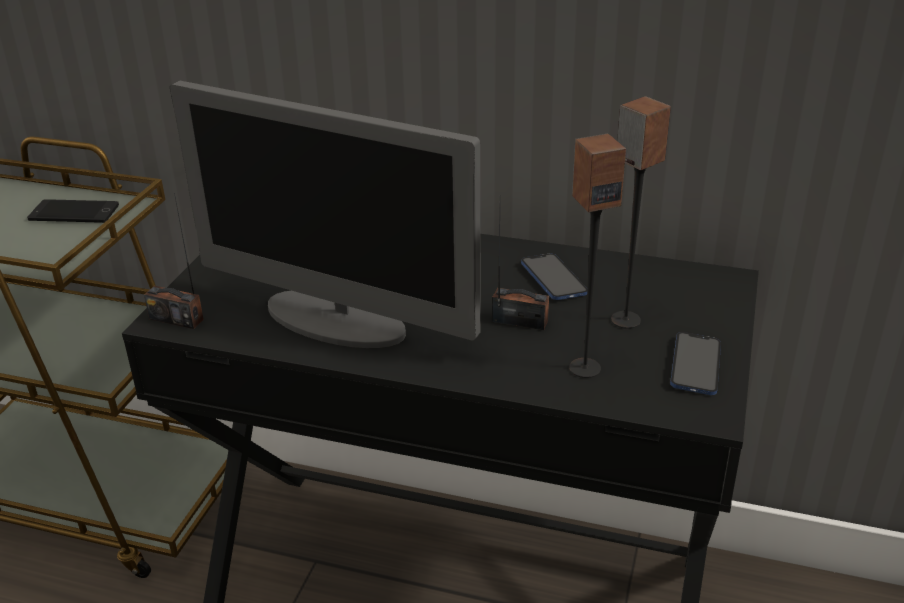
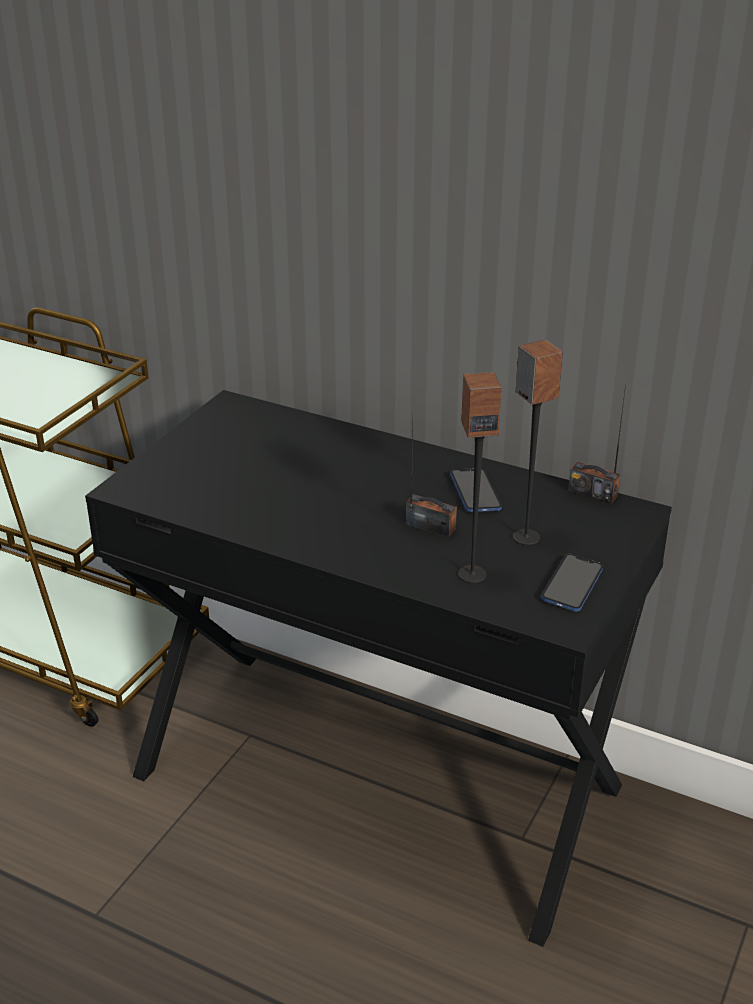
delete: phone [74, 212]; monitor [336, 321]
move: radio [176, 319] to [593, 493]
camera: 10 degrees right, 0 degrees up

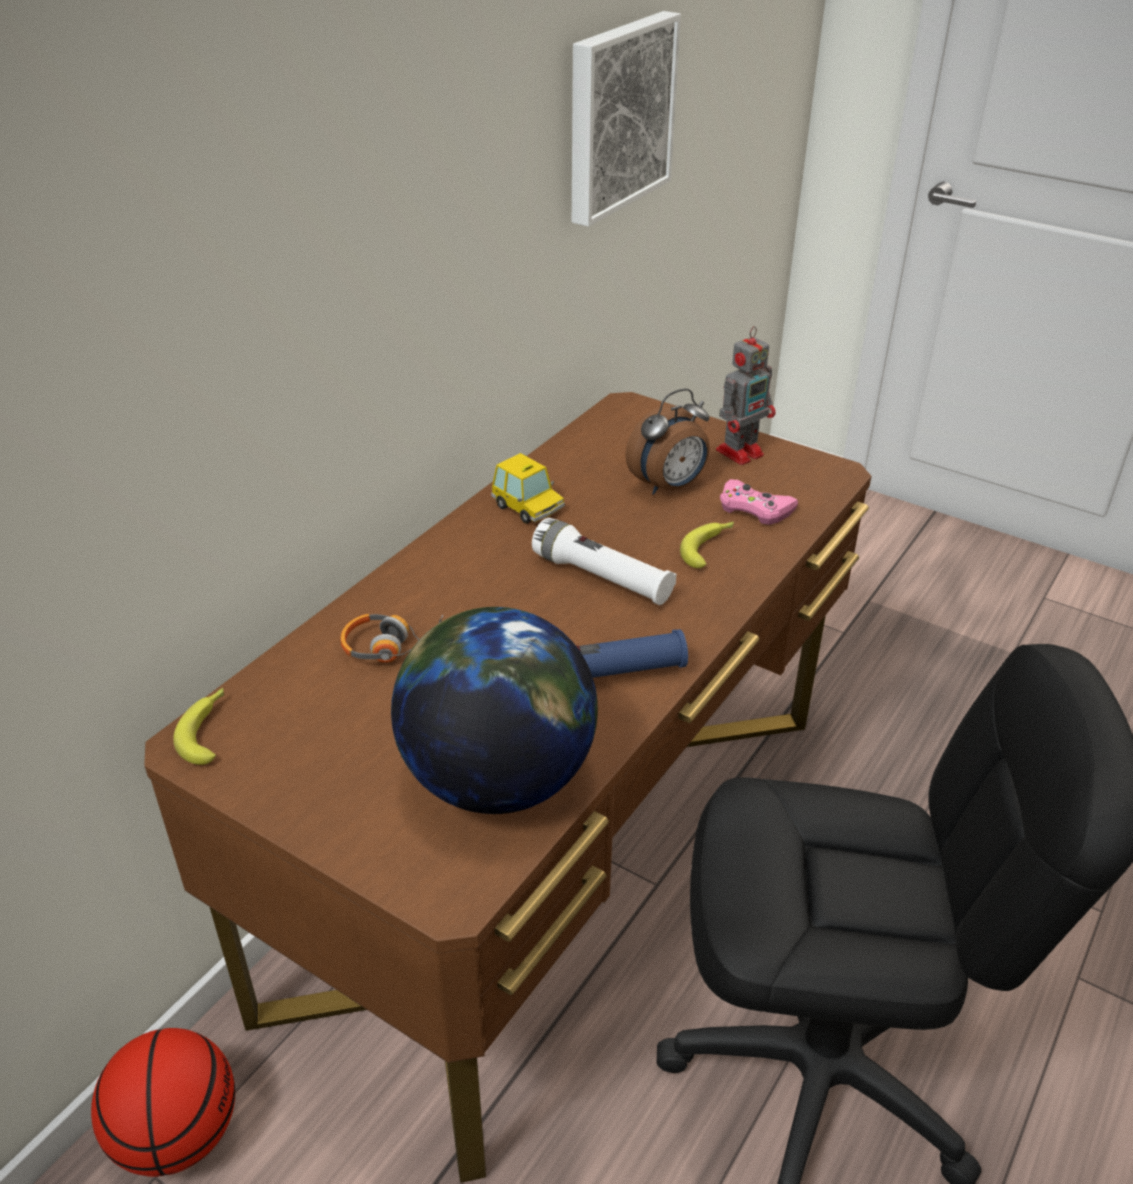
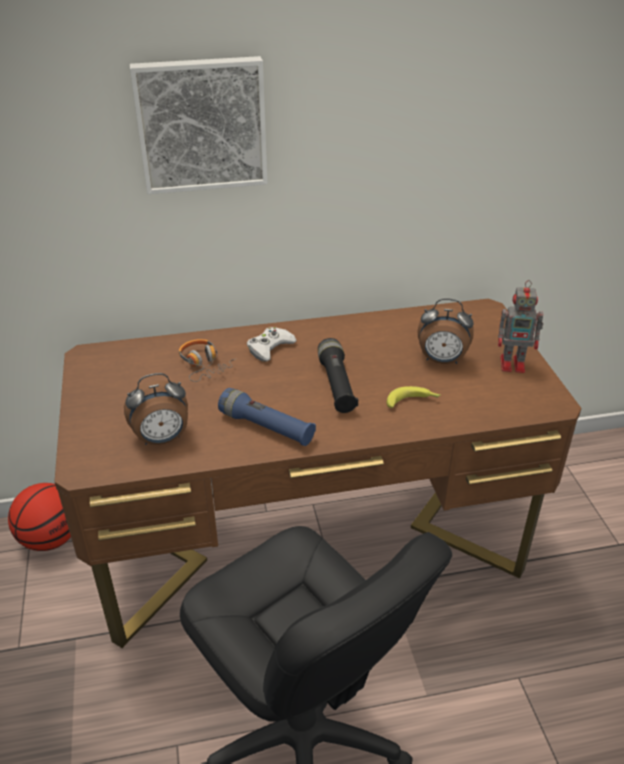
delete: banana [208, 731]; toy car [528, 507]; pink game controller [754, 508]
insert: white game controller [270, 348]
move: picture [617, 116] to [201, 124]
replace: globe [497, 779] to alarm clock [162, 439]
recolor: white flashlight [602, 578] to black flashlight [336, 385]
camera: 45 degrees right, 0 degrees up

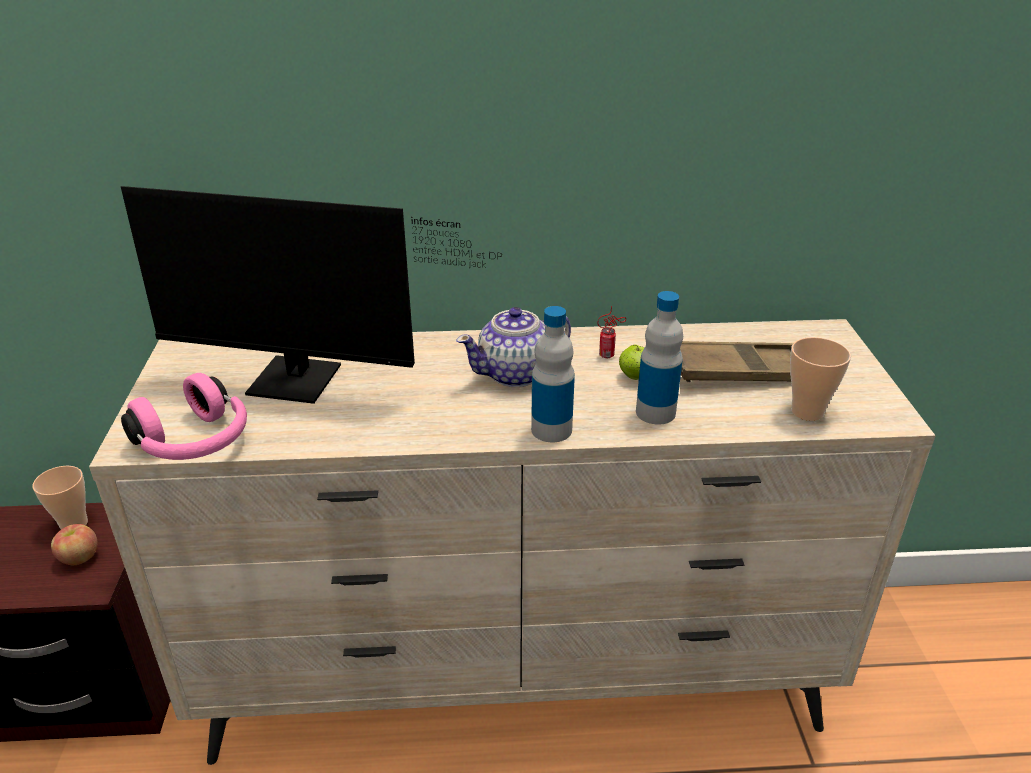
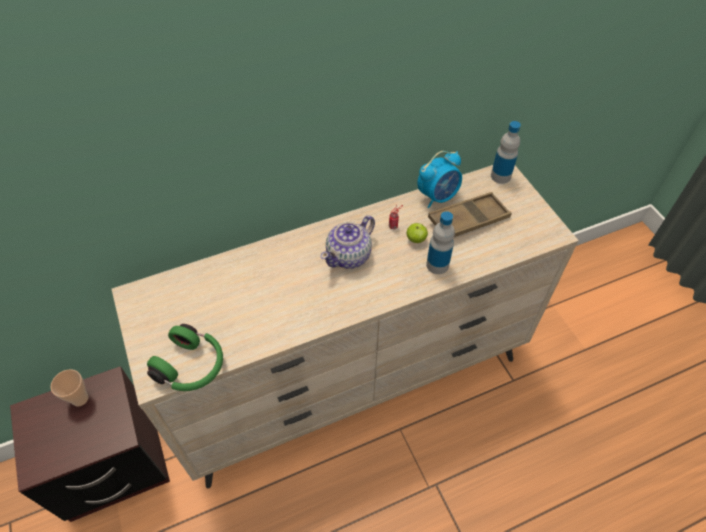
delete: apple [79, 558]; monitor [305, 383]; cup [807, 412]
insert: alarm clock [438, 196]
move: bottle [551, 430] to [500, 176]
recolor: pink headphones [195, 443] to green headphones [192, 367]
camera: 20 degrees left, 20 degrees up

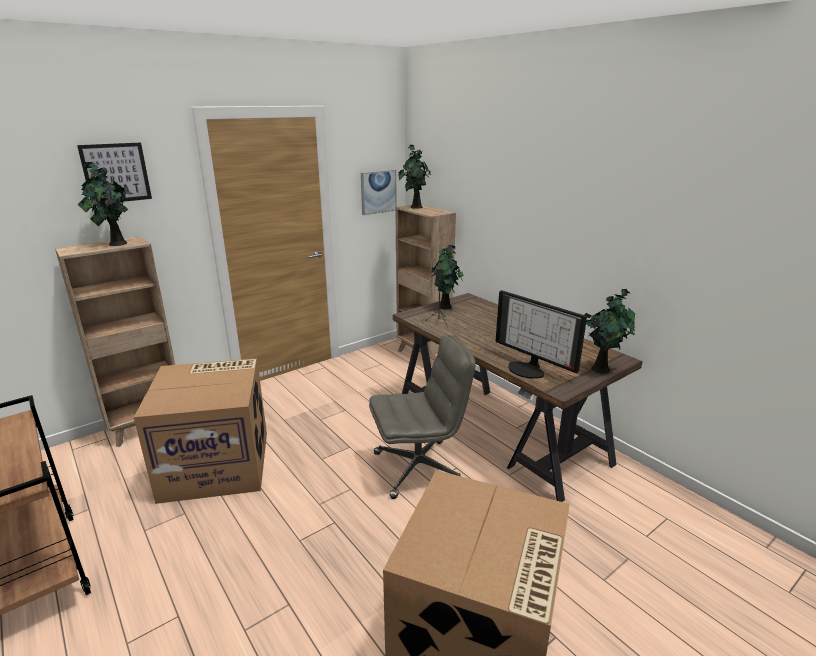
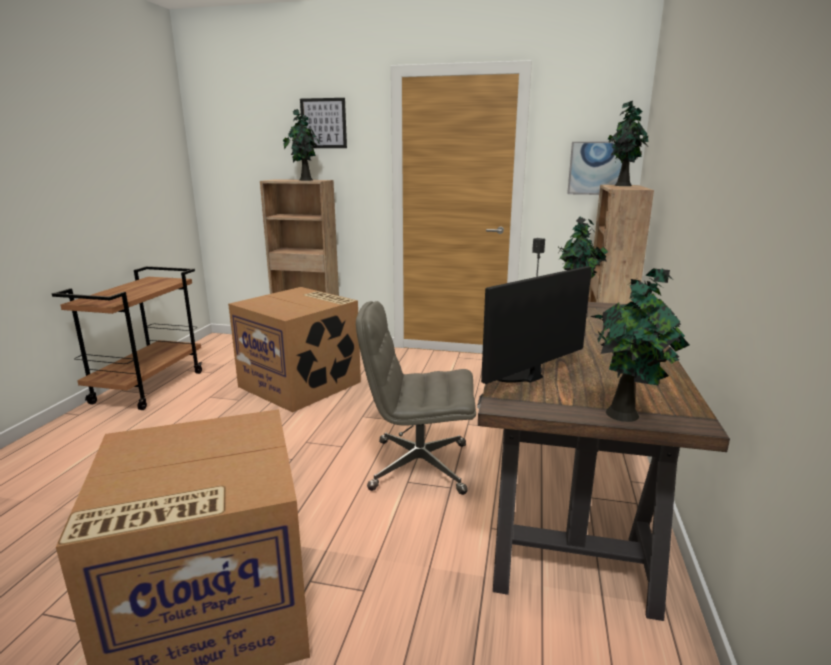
rotate: grey office chair [419, 468] = [418, 466] 150 degrees clockwise; monitor [528, 369] = [522, 375] 45 degrees clockwise
camera: 50 degrees right, 5 degrees down

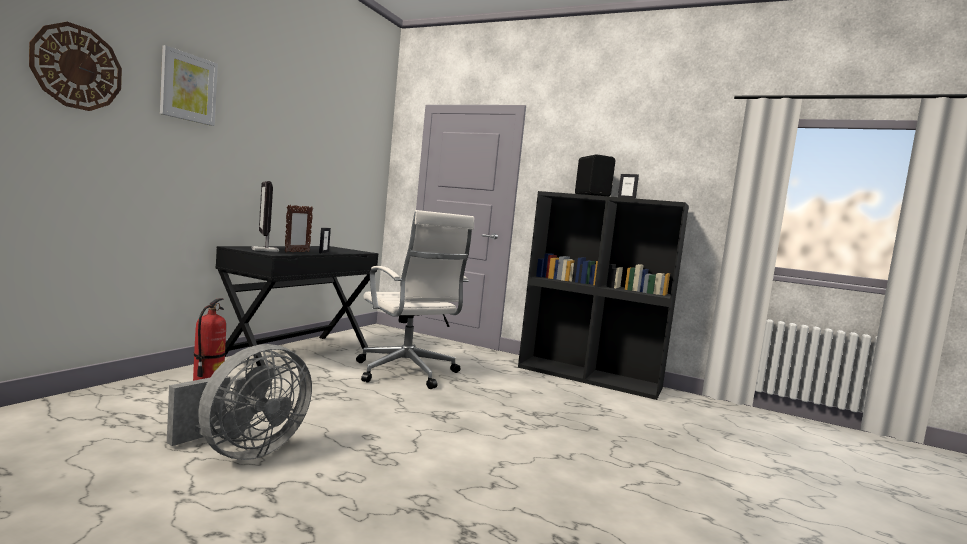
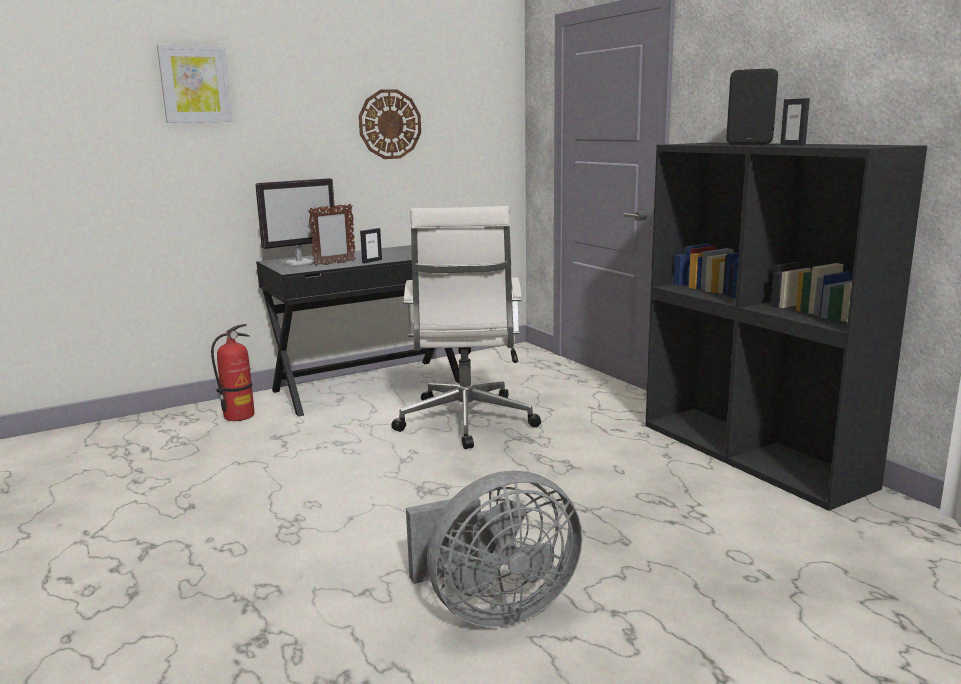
move: wall clock [77, 67] to [390, 124]; grey fan [243, 451] to [493, 609]
rotate: monitor [265, 250] = [300, 263] 135 degrees counterclockwise
camera: 35 degrees right, 10 degrees up

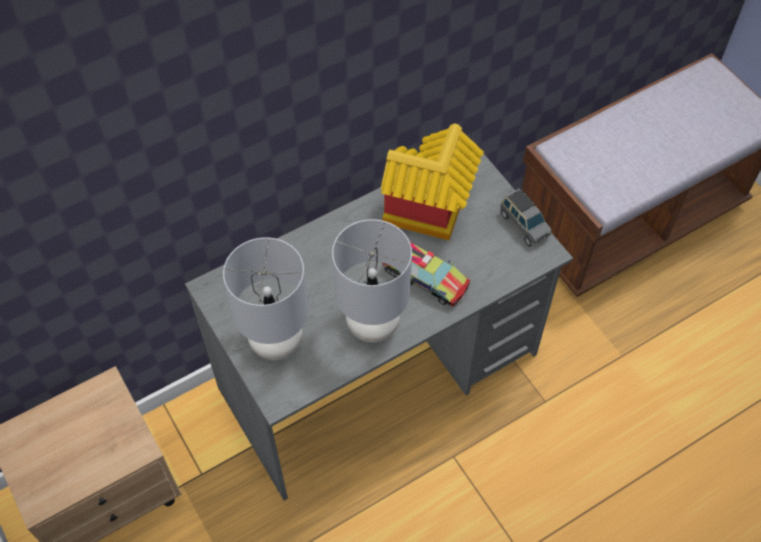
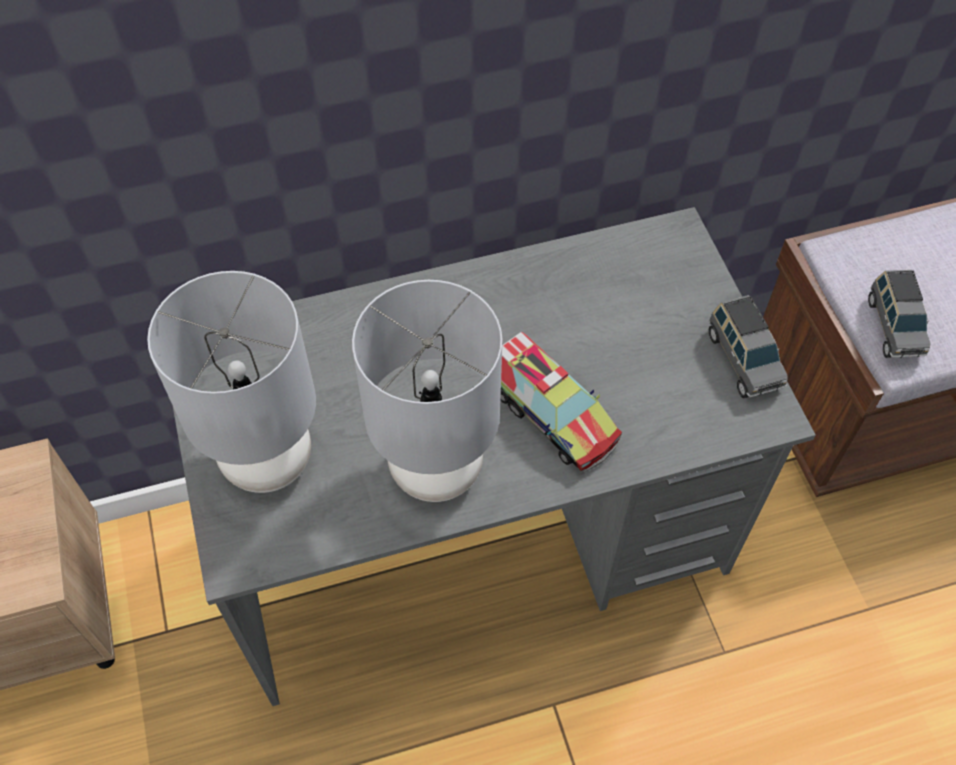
delete: toy house [428, 214]
insert: grey toy car [893, 326]
camera: 15 degrees right, 0 degrees up

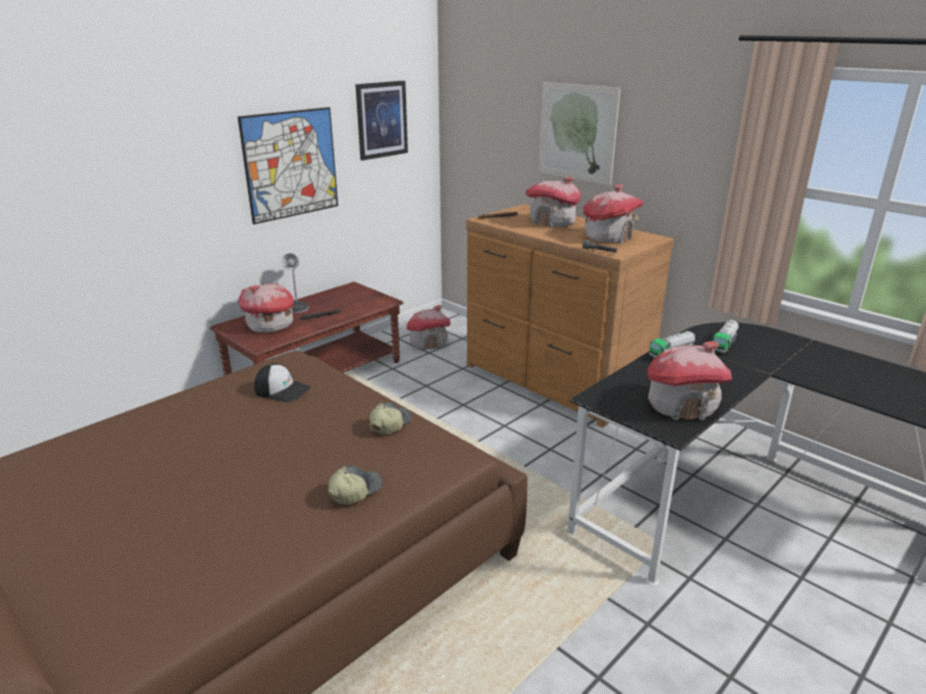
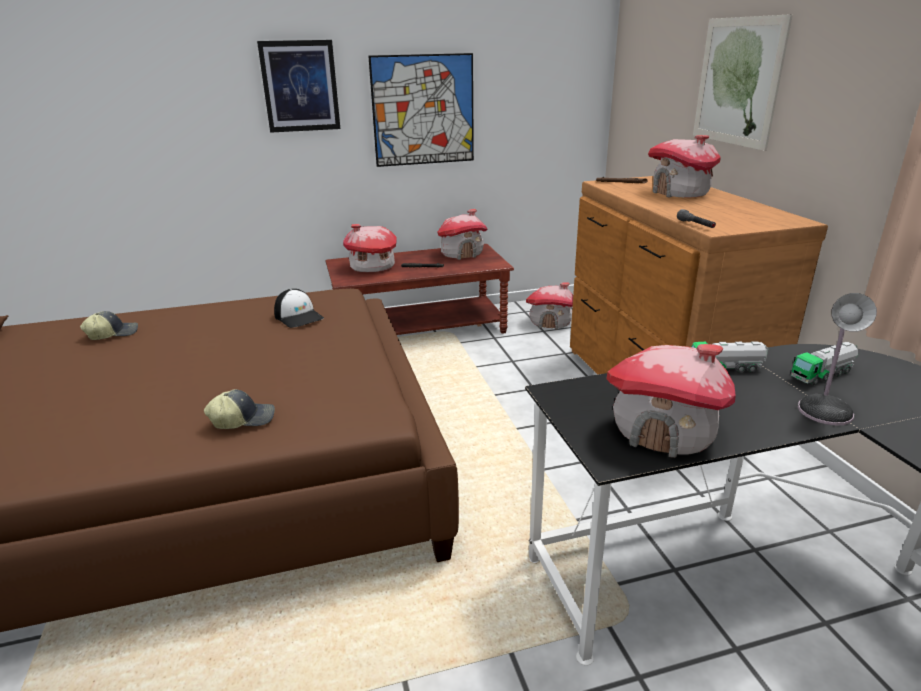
move: cap [390, 424] to [113, 334]; picture [382, 120] to [300, 86]; toy house [608, 237] to [462, 253]; table lamp [297, 308] to [825, 410]
camera: 30 degrees right, 0 degrees up

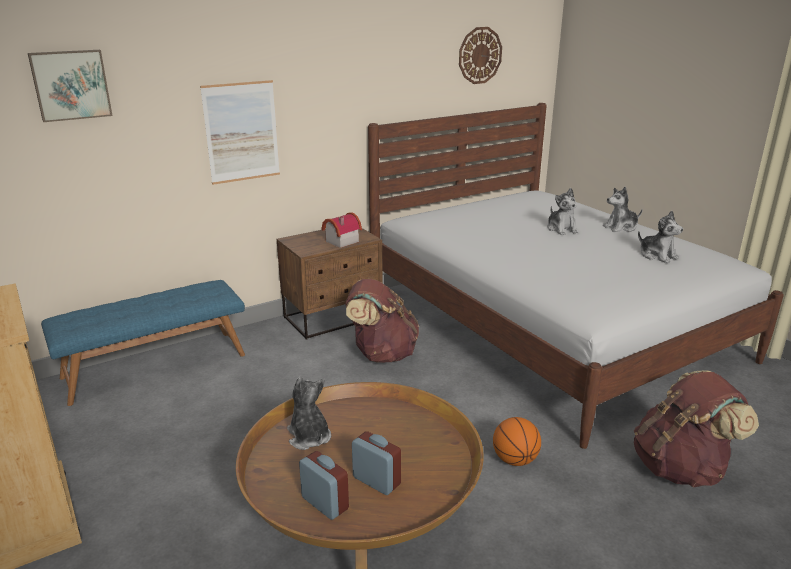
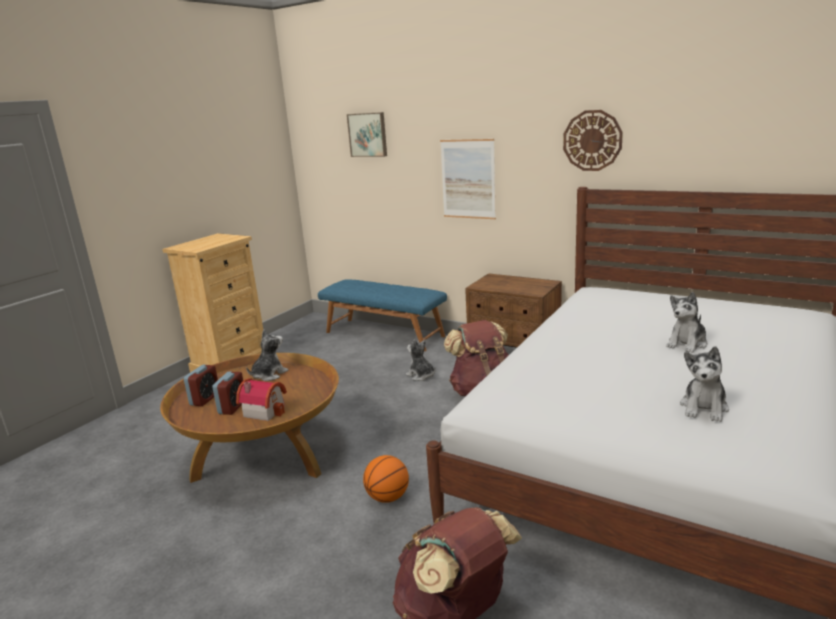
move: toy house [340, 241] to [264, 410]; plush toy [621, 227] to [421, 375]; wall clock [480, 55] to [592, 140]
camera: 65 degrees right, 5 degrees down

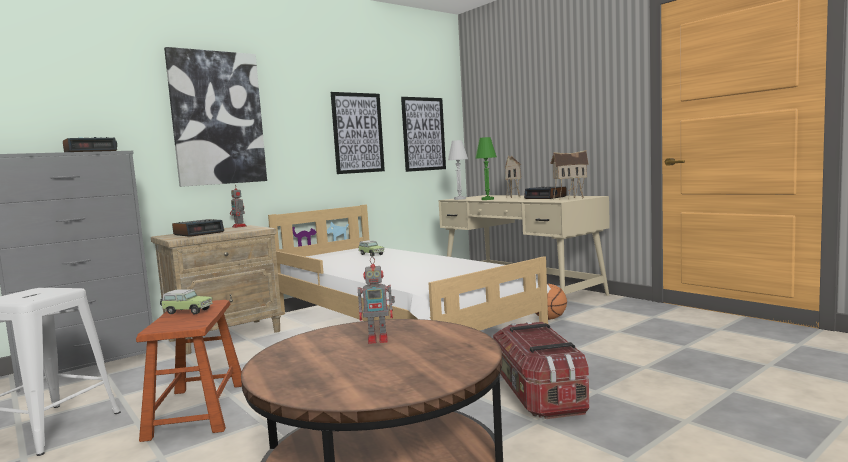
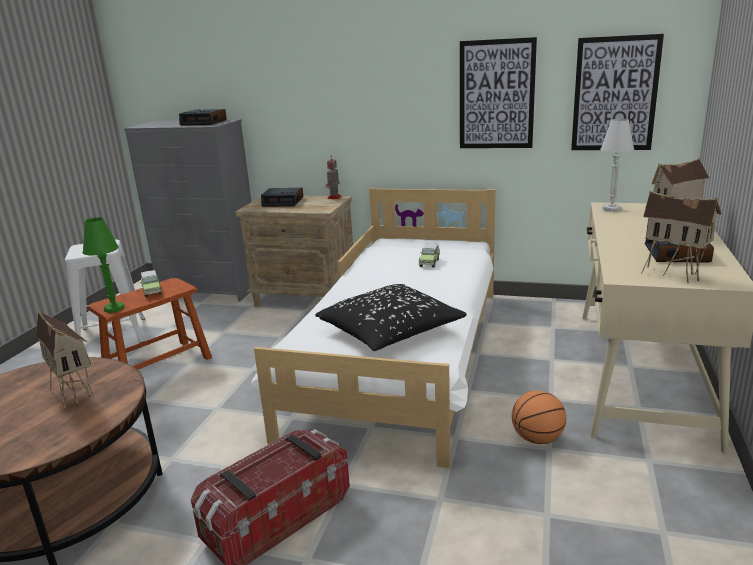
delete: picture [217, 118]
insert: black pillow [390, 331]
move: green table lamp [487, 199] to [114, 308]
replace: toy robot [379, 339] to toy house [75, 394]
camera: 55 degrees right, 15 degrees up

